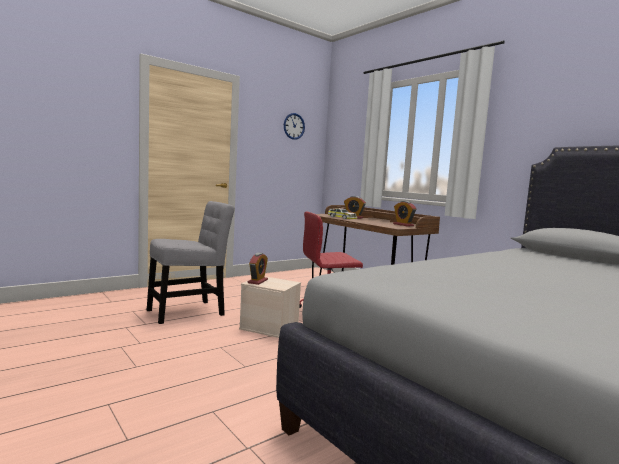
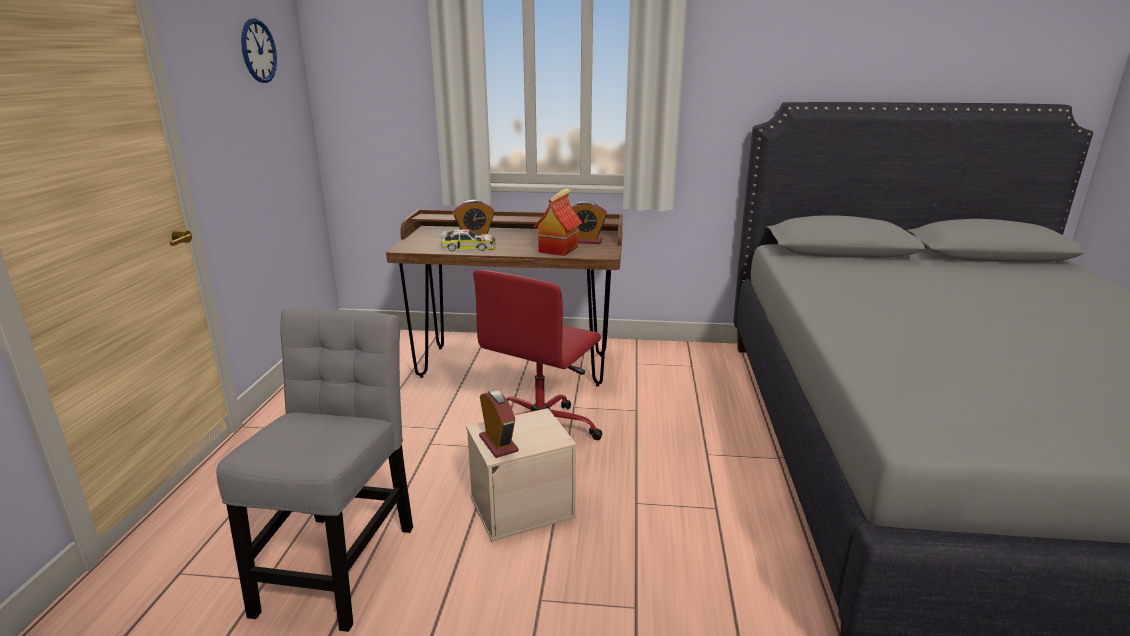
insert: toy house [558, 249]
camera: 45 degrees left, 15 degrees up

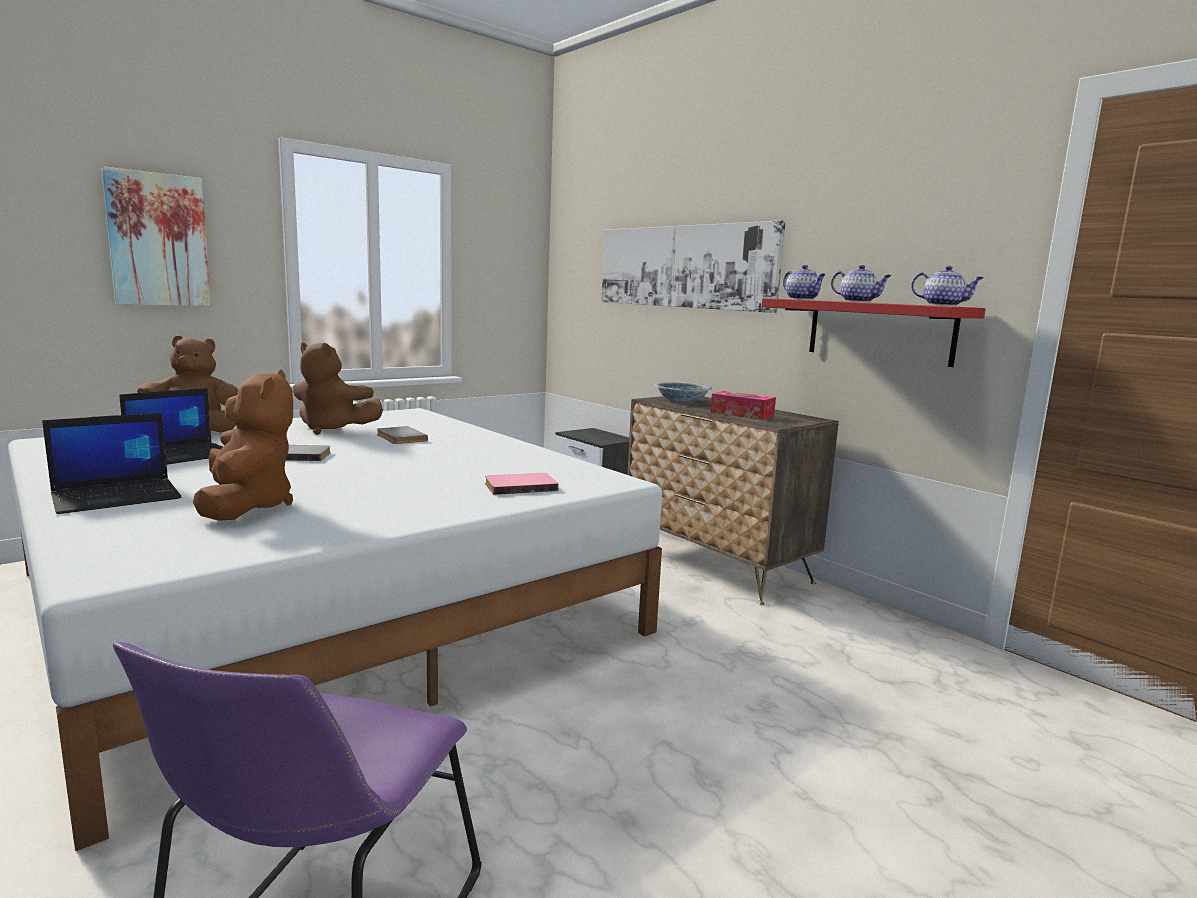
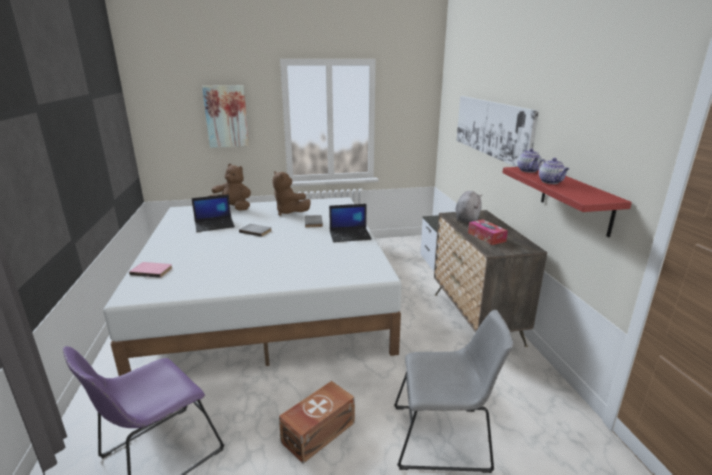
delete: brown plush toy [246, 506]; teapot [944, 305]
insert: brown storage box [317, 432]; grey chair [445, 438]
move: pink book [520, 486] to [152, 270]; laptop [118, 496] to [350, 235]
replace: bowl [681, 401] to grey plush toy [467, 218]
camera: 30 degrees right, 10 degrees up

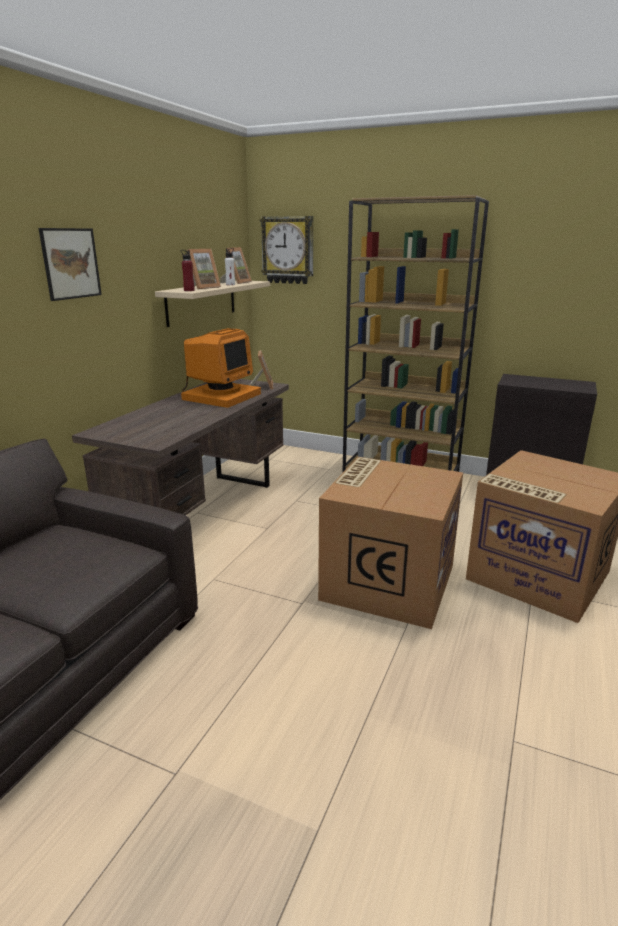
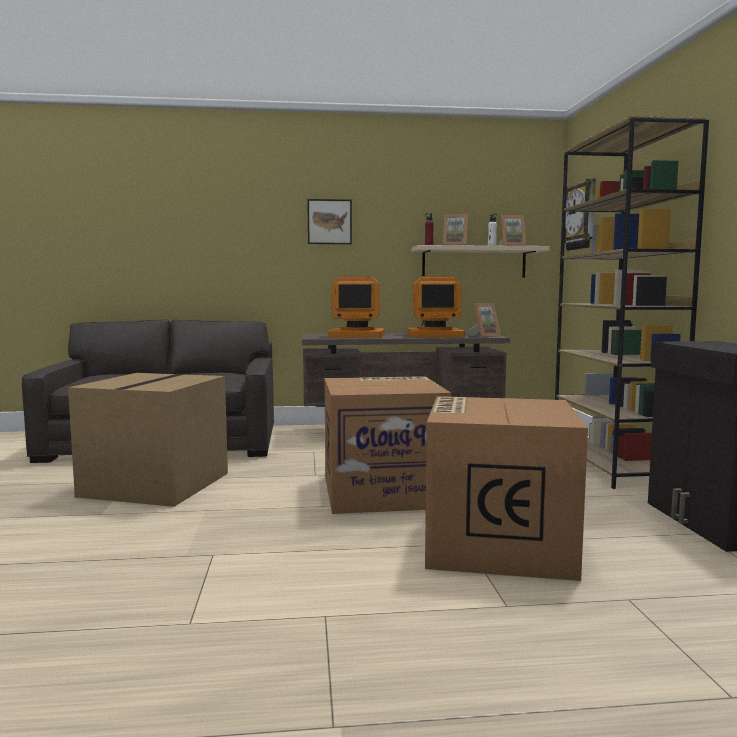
insert: cardboard box [156, 485]; monitor [357, 335]
camera: 60 degrees right, 15 degrees down

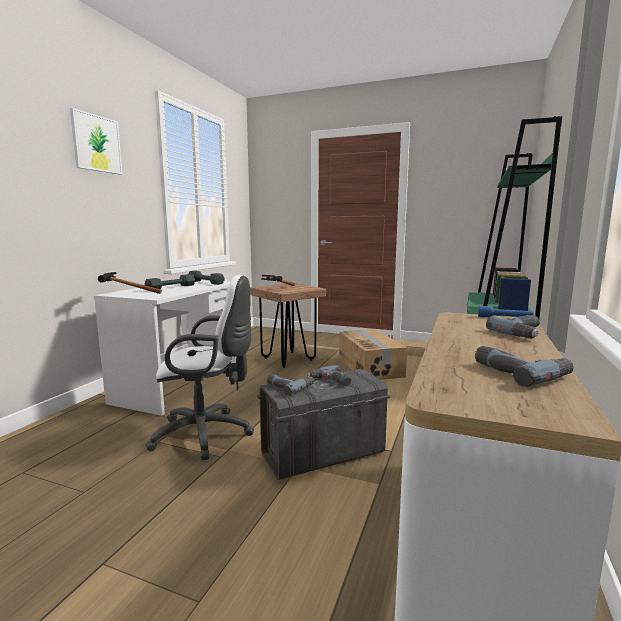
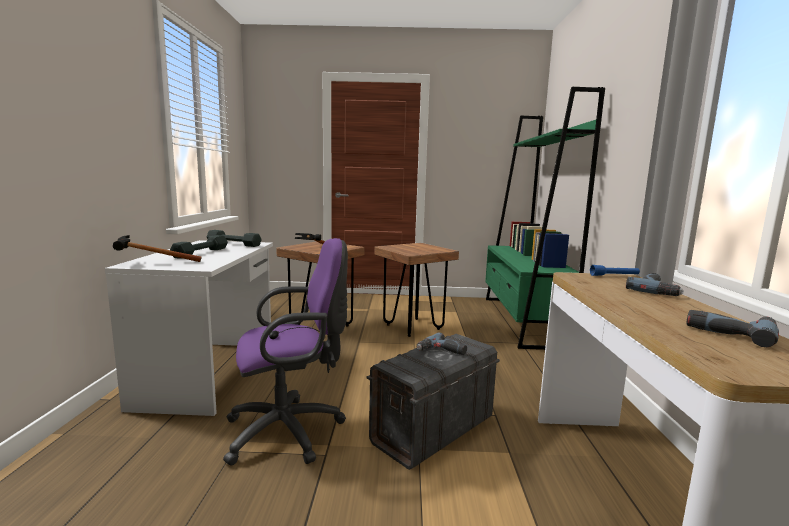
delete: picture [96, 143]; power drill [289, 386]
replace: cardboard box [370, 367] to brown stool [413, 327]
recolor: white office chair [207, 434] to purple office chair [290, 430]
camera: 20 degrees left, 0 degrees up

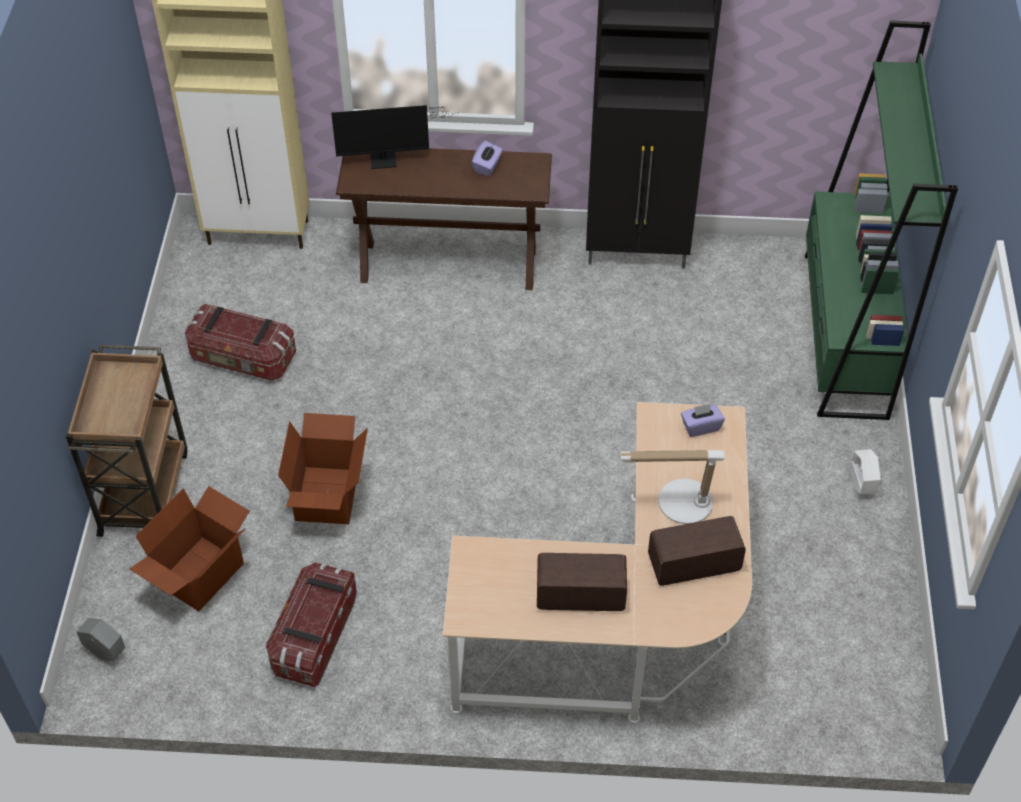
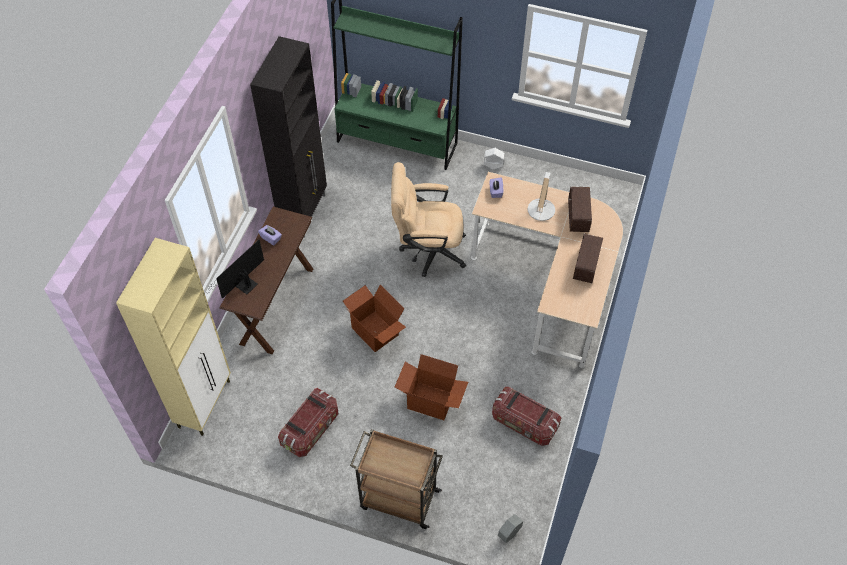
insert: beige office chair [427, 250]
move: cardboard box [201, 575] to [375, 331]
rotate: monitor [388, 160] = [243, 286] 150 degrees counterclockwise
camera: 75 degrees left, 5 degrees up

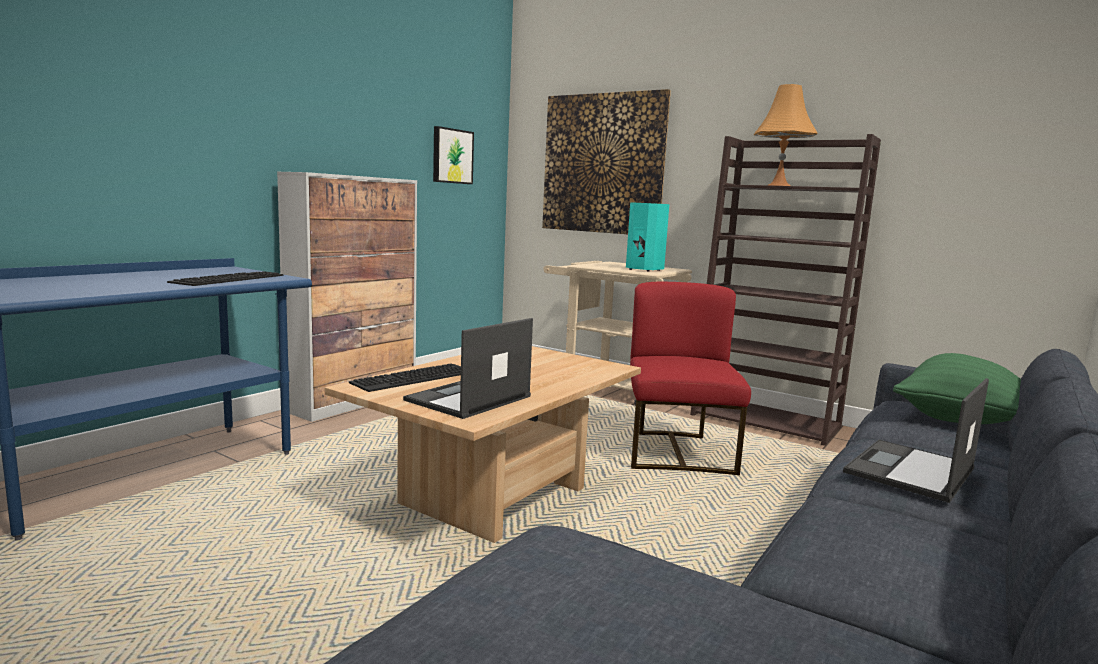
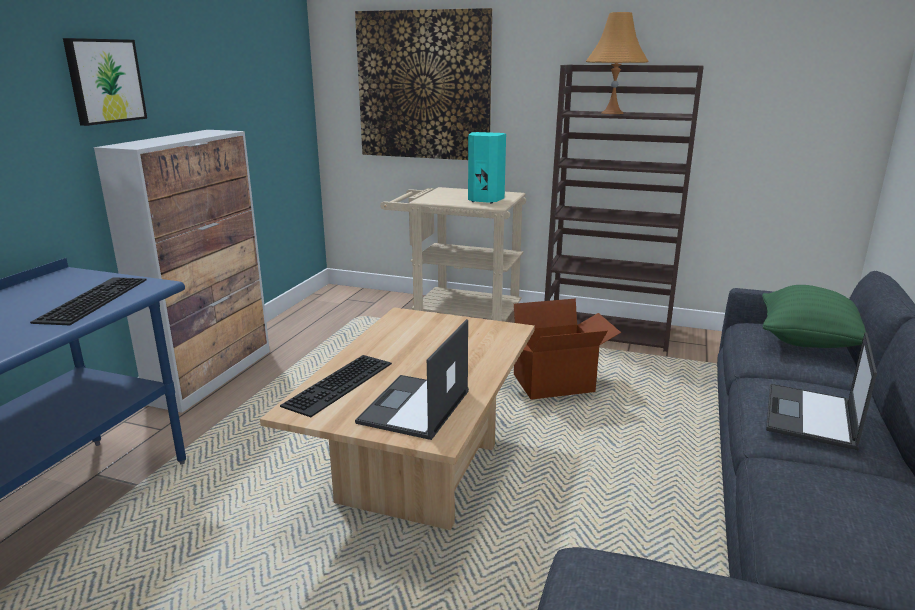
move: picture [452, 156] to [104, 81]
replace: red chair [677, 453] to cardboard box [553, 385]
camera: 15 degrees left, 10 degrees up

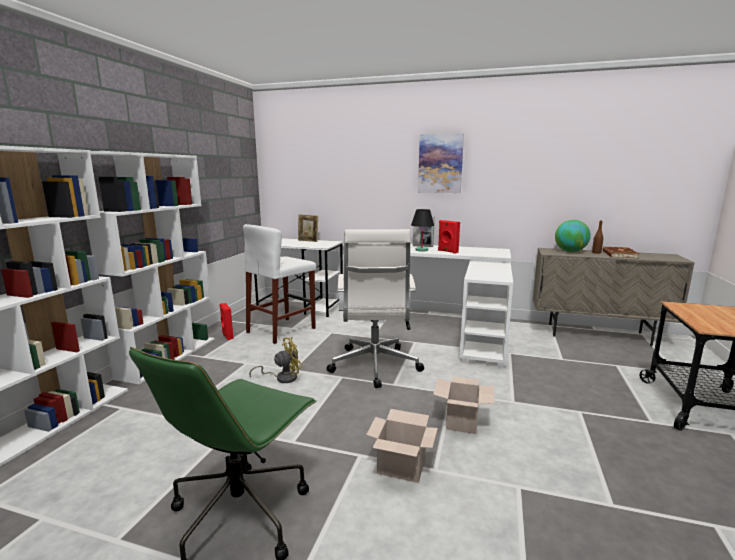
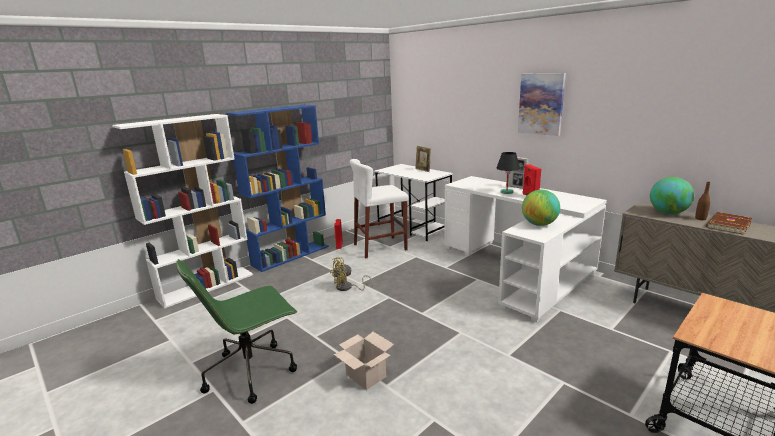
delete: white office chair [374, 366]; cardboard box [462, 422]
insert: globe [539, 224]
recolor: white bookcase [168, 357] to blue bookcase [291, 255]
rotate: yellow fan [282, 378] = [347, 288] 150 degrees clockwise
camera: 30 degrees right, 5 degrees up

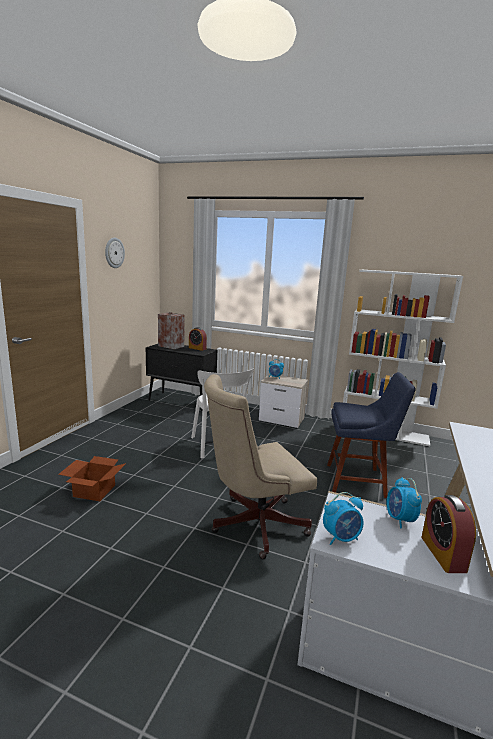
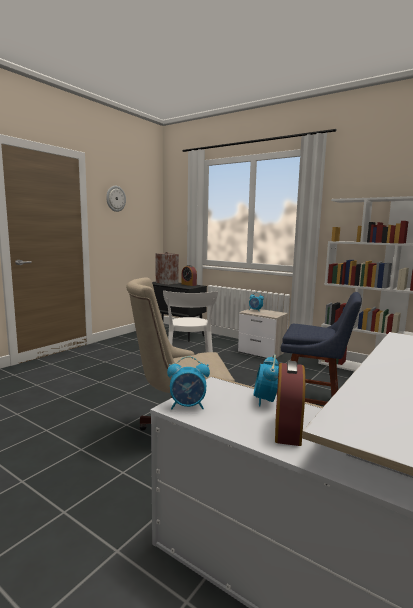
delete: cardboard box [94, 490]
camera: 15 degrees right, 5 degrees down

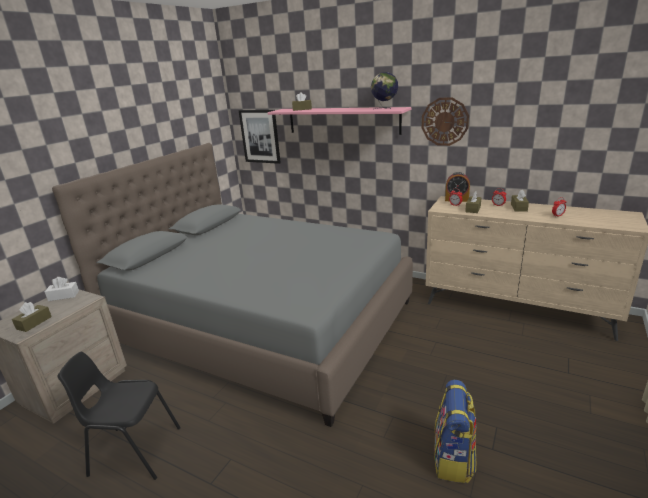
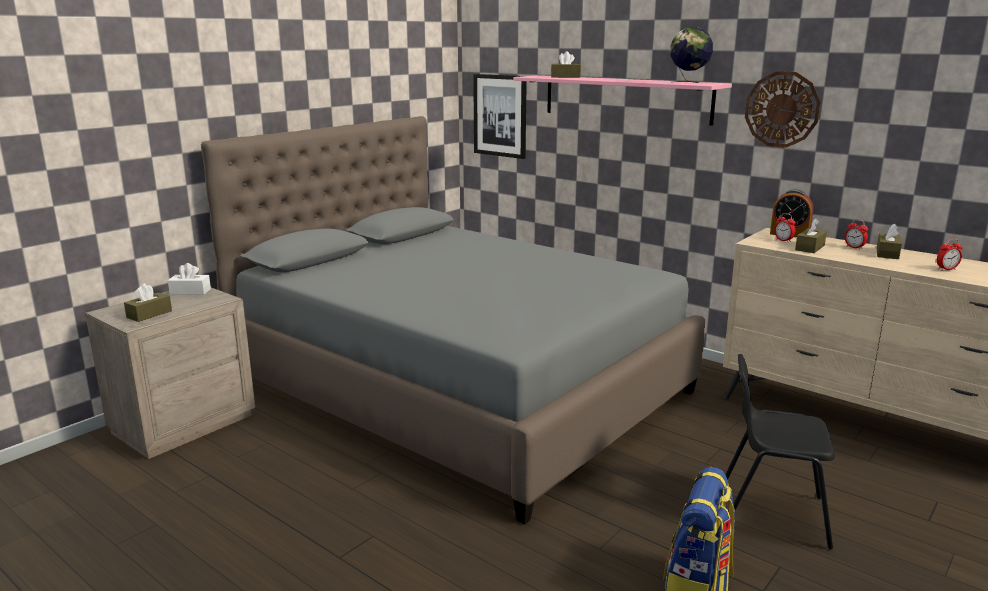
move: black chair [134, 451] to [771, 513]
camera: 10 degrees right, 5 degrees down

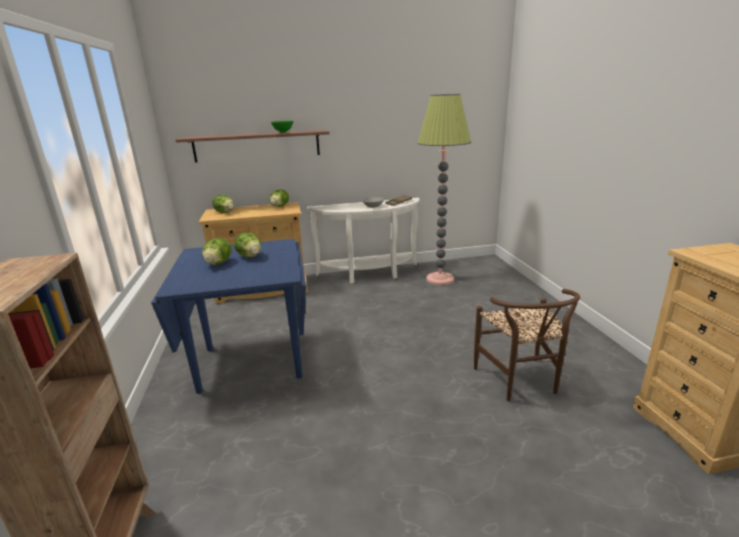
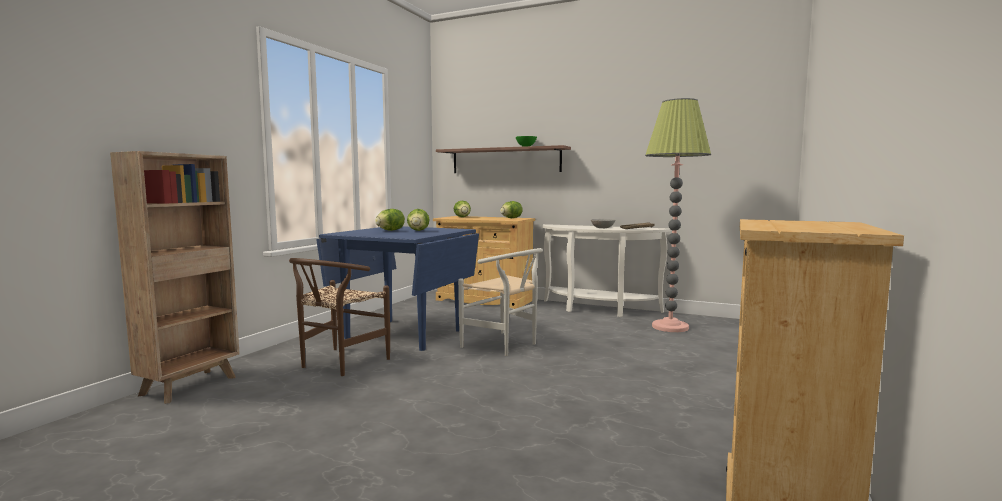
insert: white chair [505, 345]
move: brown chair [520, 383] to [338, 364]
camera: 35 degrees right, 15 degrees down

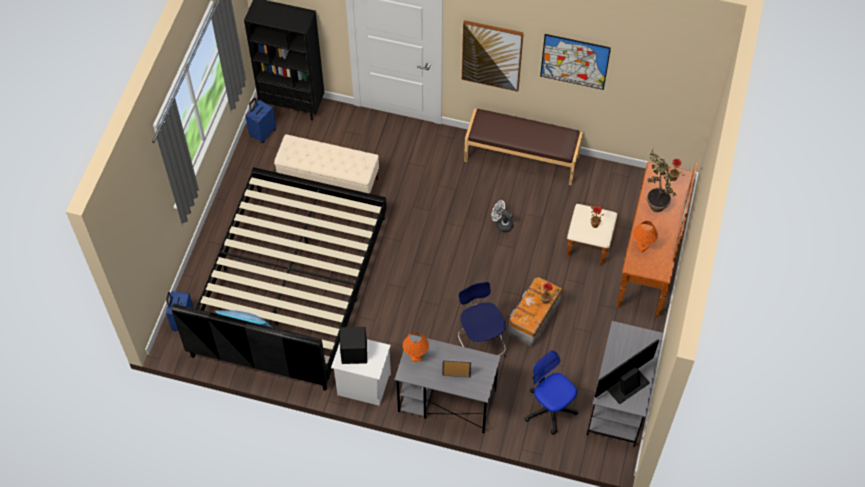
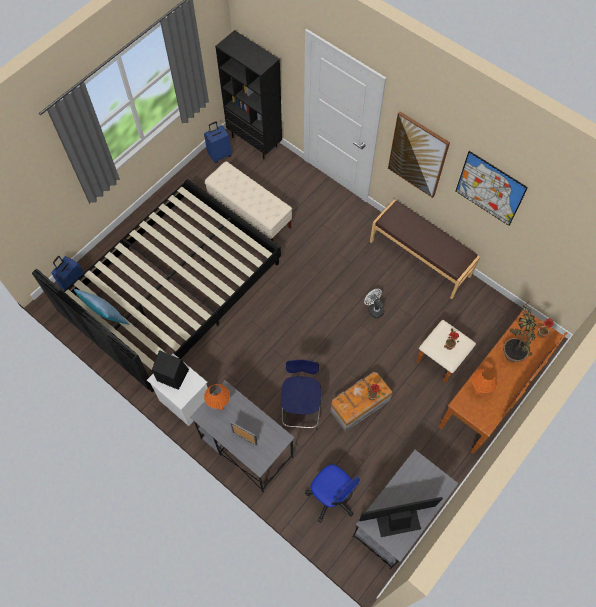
rotate: office chair [550, 408] = [332, 496] 150 degrees clockwise
camera: 25 degrees right, 5 degrees up

